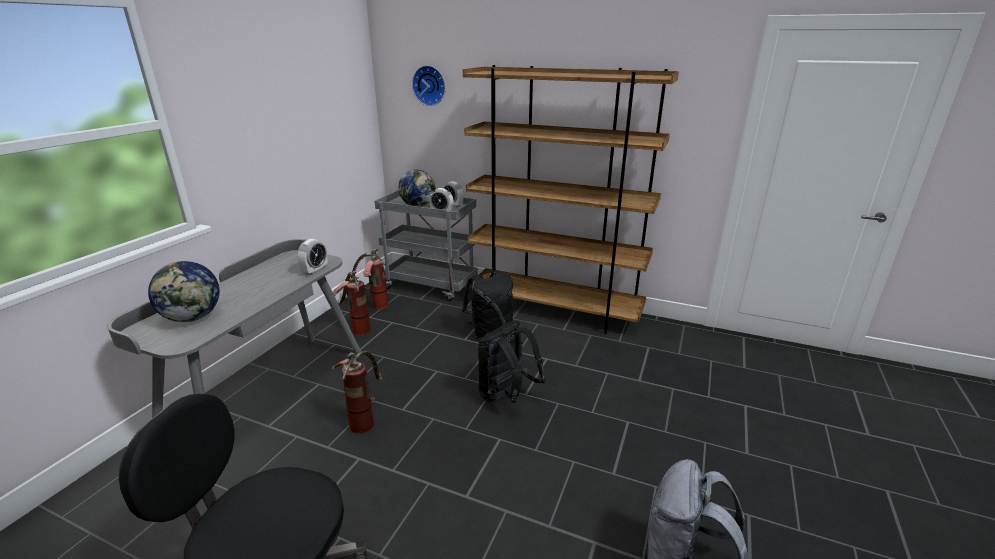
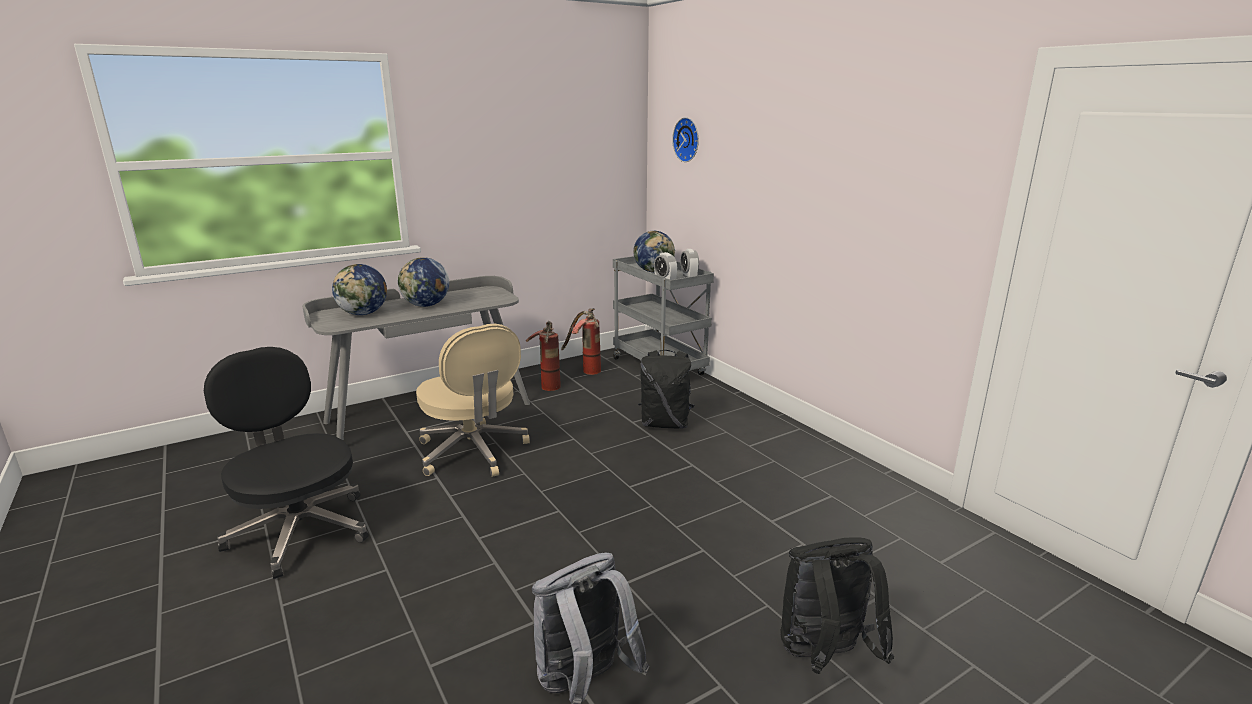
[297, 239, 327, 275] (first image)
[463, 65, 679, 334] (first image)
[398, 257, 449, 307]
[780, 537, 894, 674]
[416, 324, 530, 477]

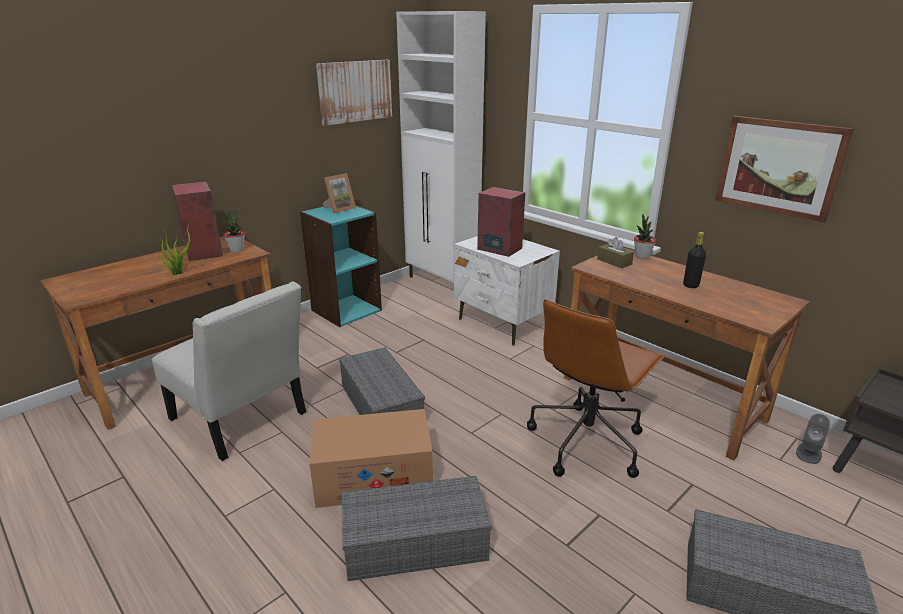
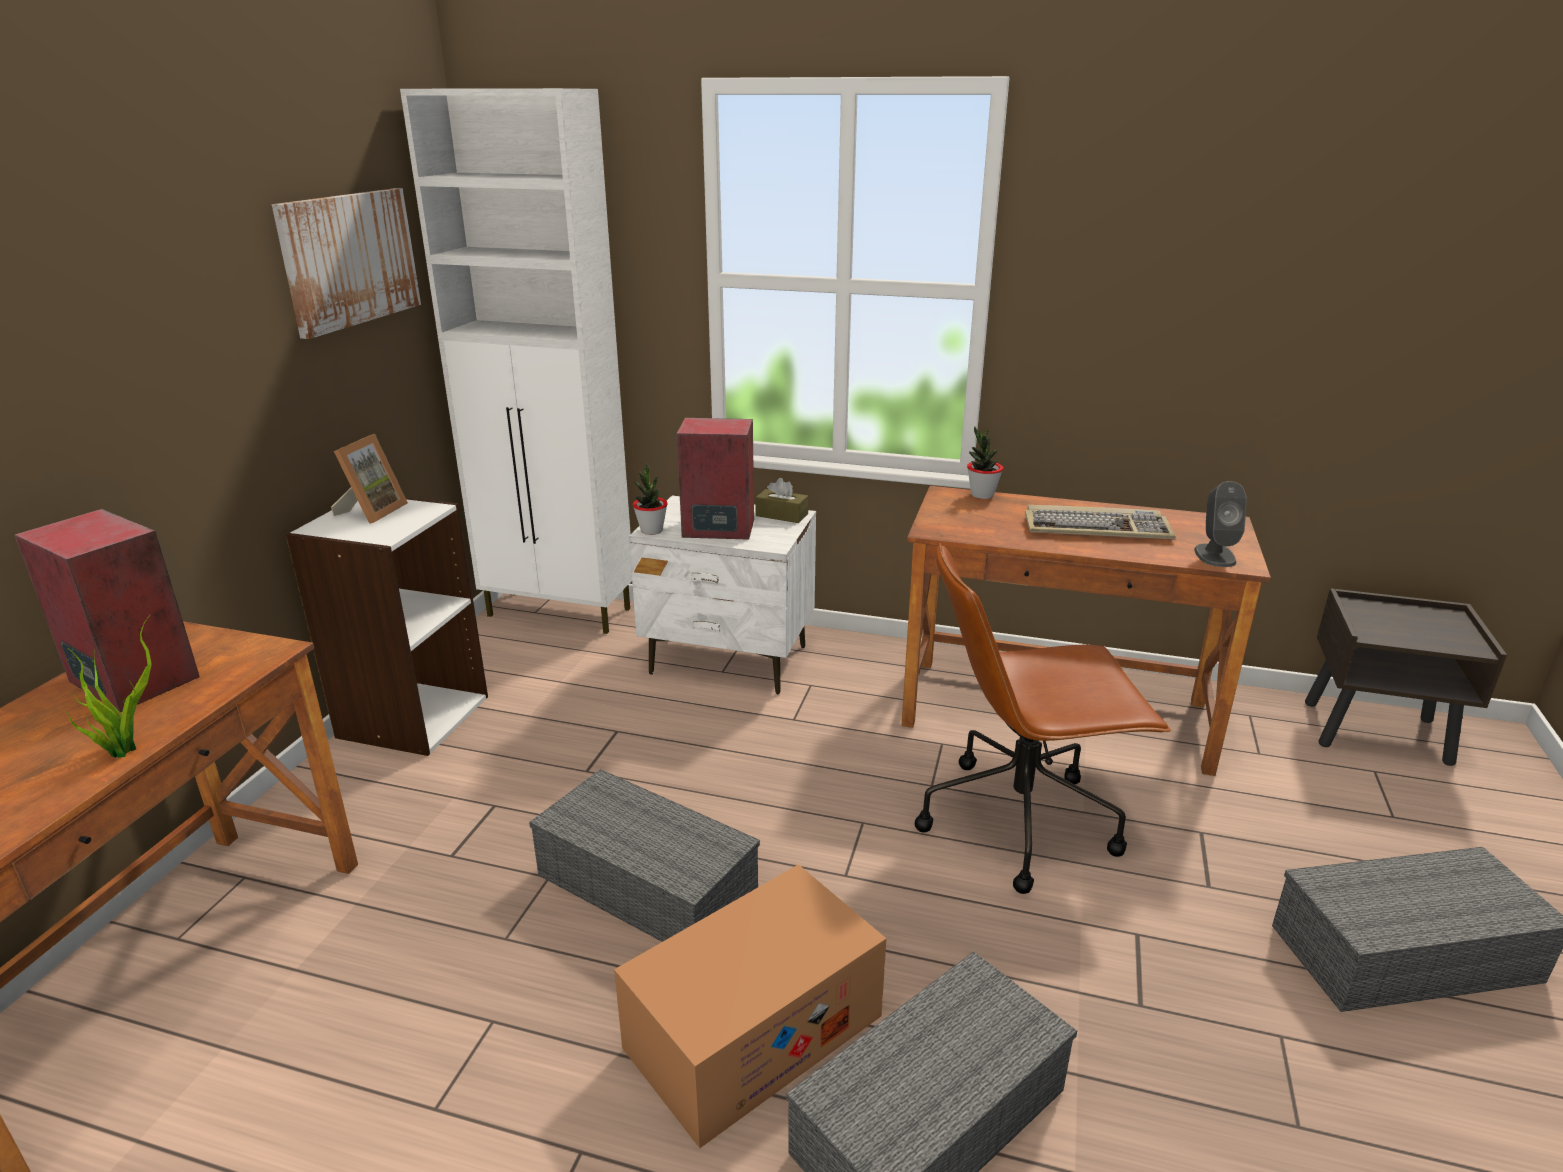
[152, 281, 306, 461] (first image)
[715, 116, 854, 223] (first image)
[633, 463, 668, 535]
[755, 478, 808, 523]
[1194, 481, 1247, 567]
[1025, 505, 1176, 539]
[286, 497, 488, 756]
[915, 543, 1171, 894]

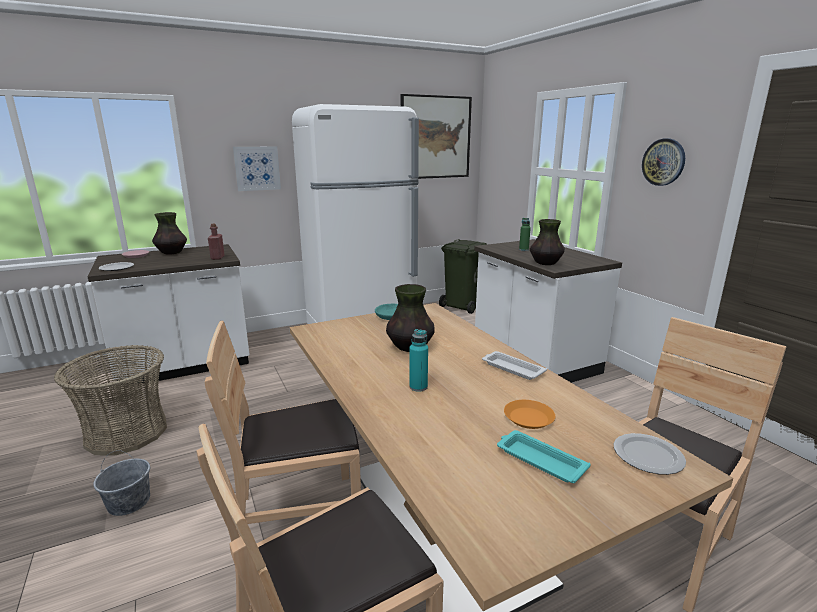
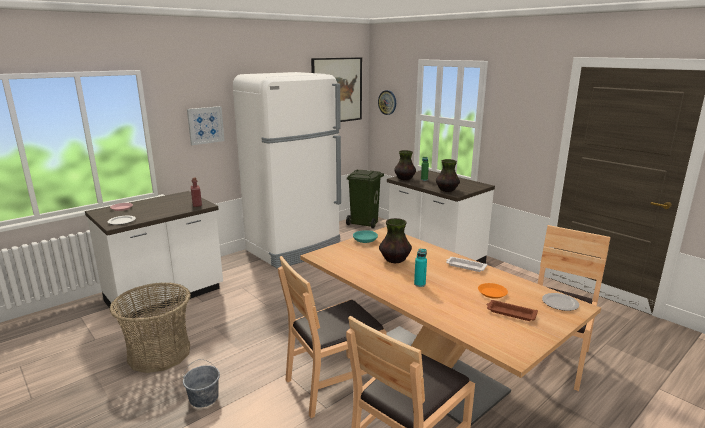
[394, 150, 416, 180]
[378, 90, 396, 115]
[487, 300, 538, 321]

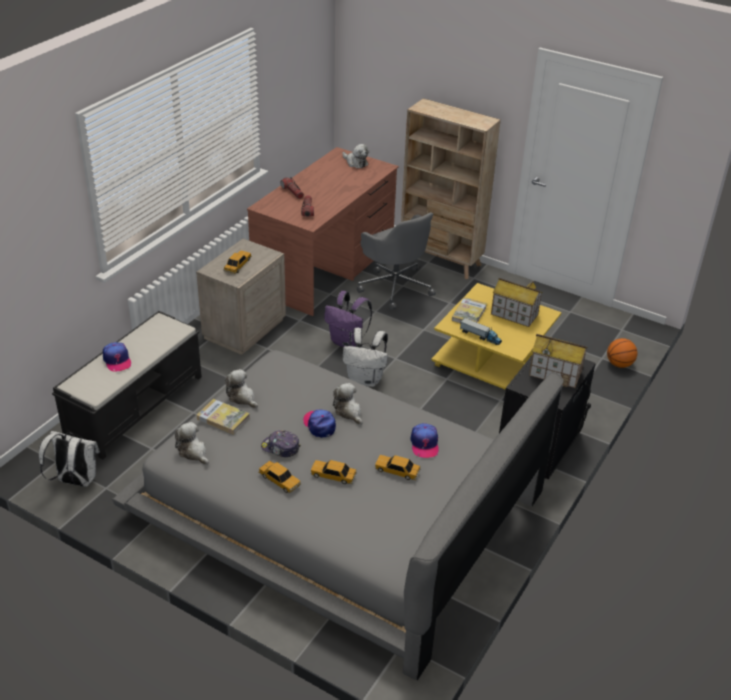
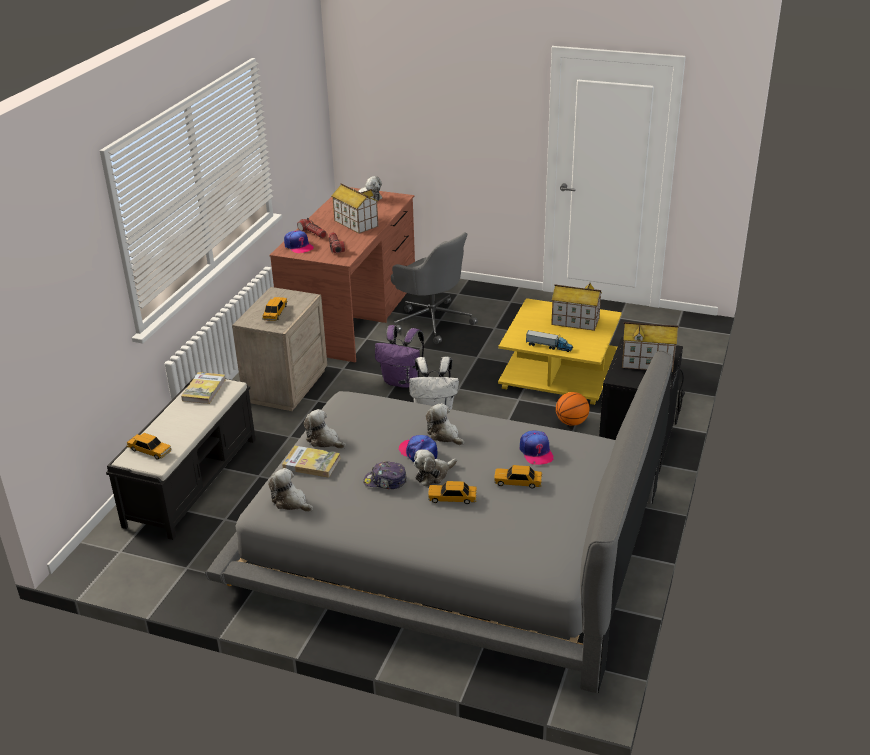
[39, 431, 100, 487] (first image)
[401, 98, 501, 279] (first image)
[332, 183, 378, 234]
[414, 449, 457, 486]
[284, 230, 314, 253]
[126, 433, 172, 460]
[181, 372, 226, 404]
[556, 392, 590, 426]

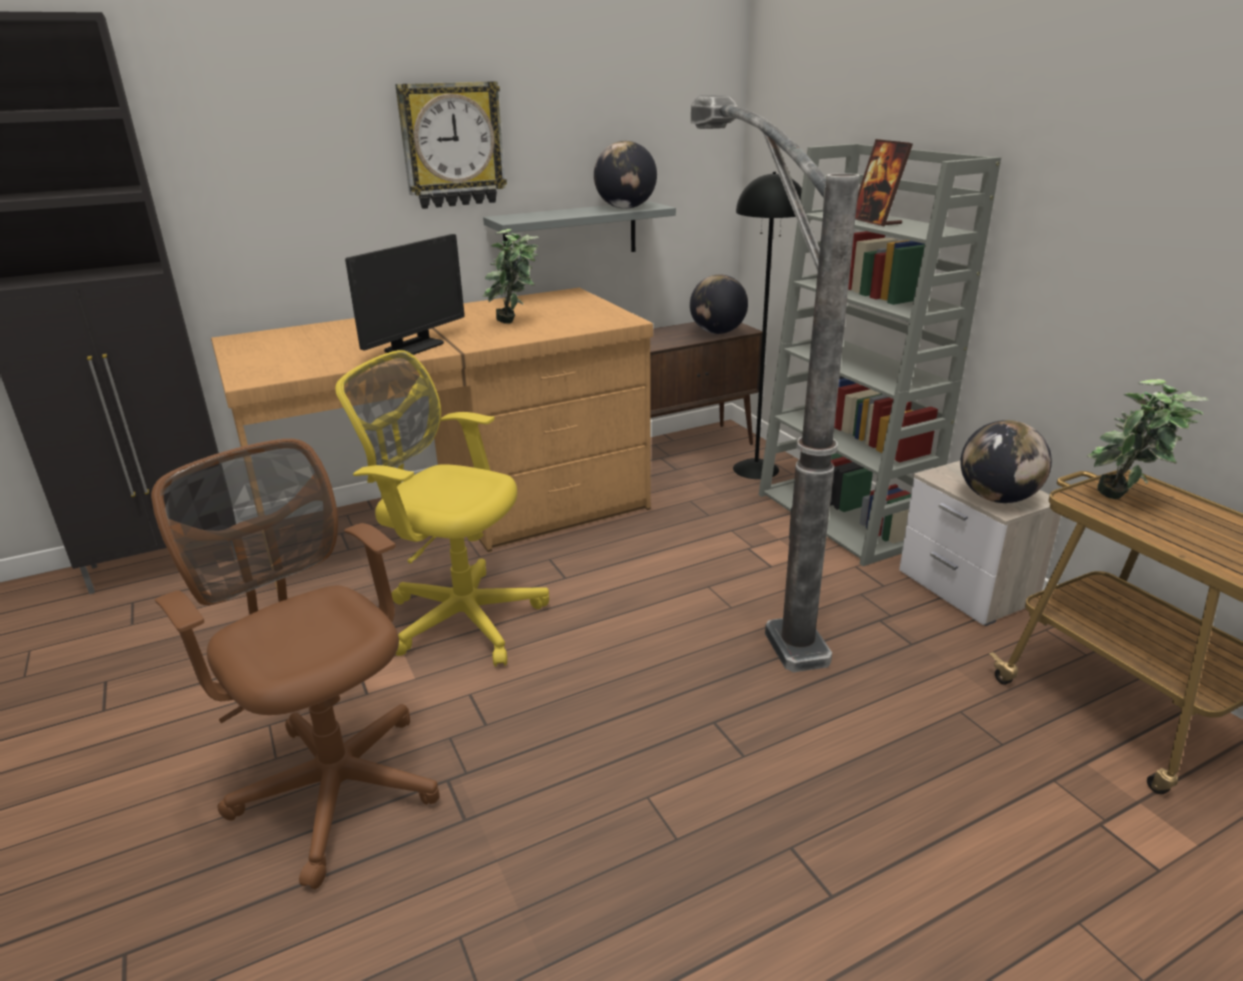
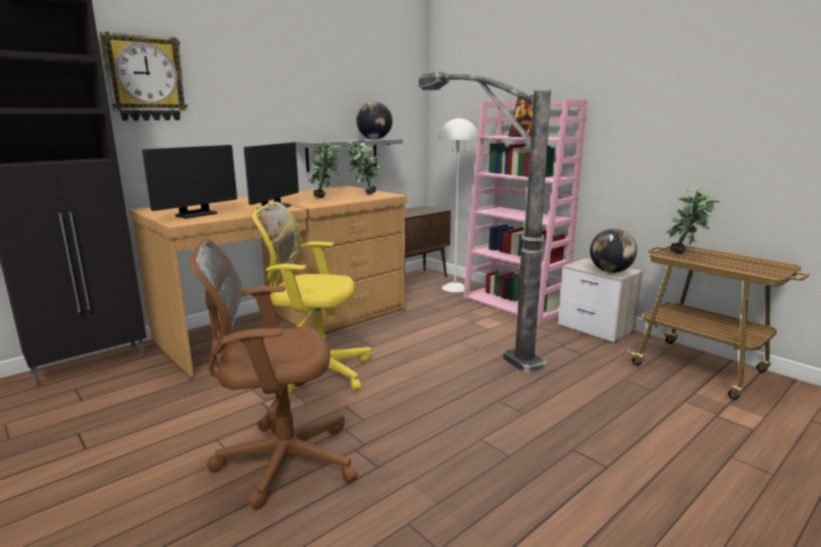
[690, 275, 748, 334] (first image)
[142, 145, 237, 219]
[346, 140, 381, 194]
[100, 32, 188, 121]
[439, 117, 478, 292]
[463, 99, 587, 324]
[189, 239, 358, 510]

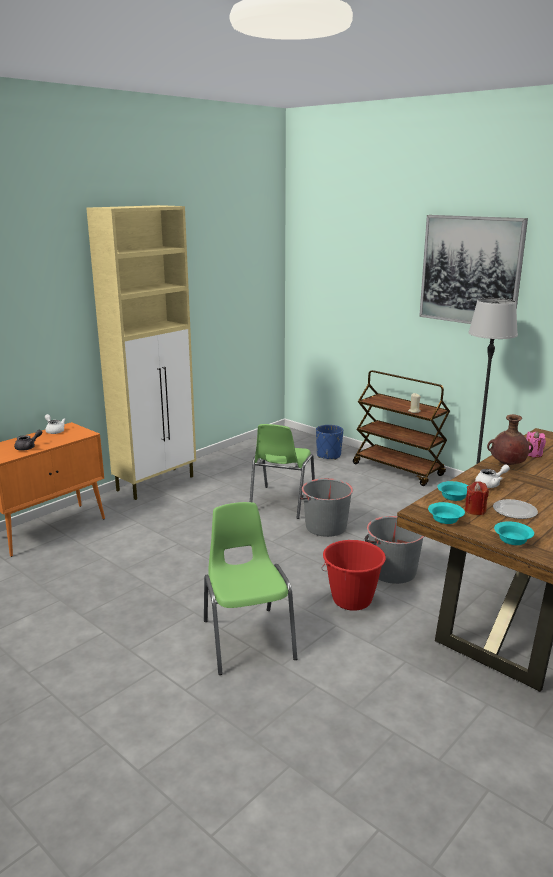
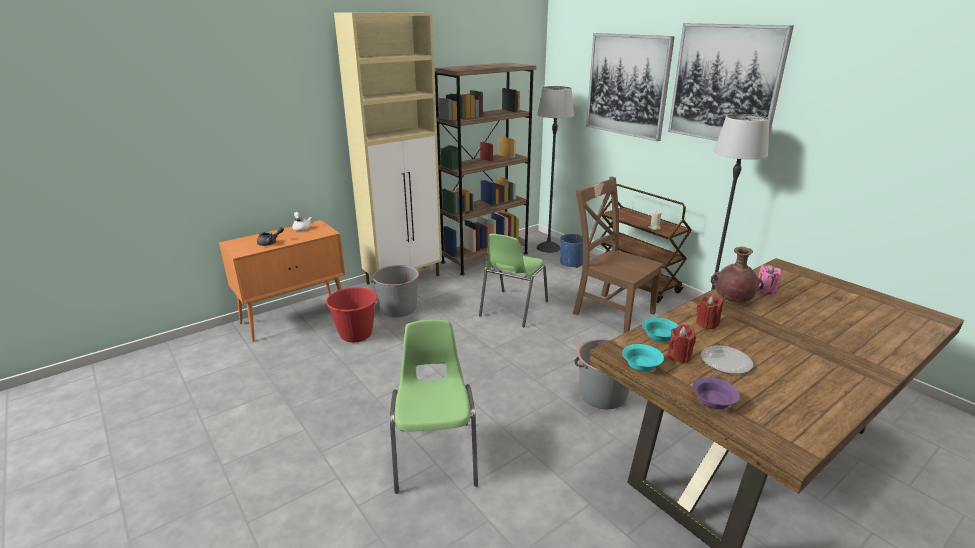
[434, 63, 536, 275]
[537, 86, 574, 253]
[573, 177, 664, 333]
[586, 33, 675, 141]
[370, 265, 419, 317]
[325, 287, 379, 342]
[696, 296, 723, 329]
[692, 377, 740, 409]

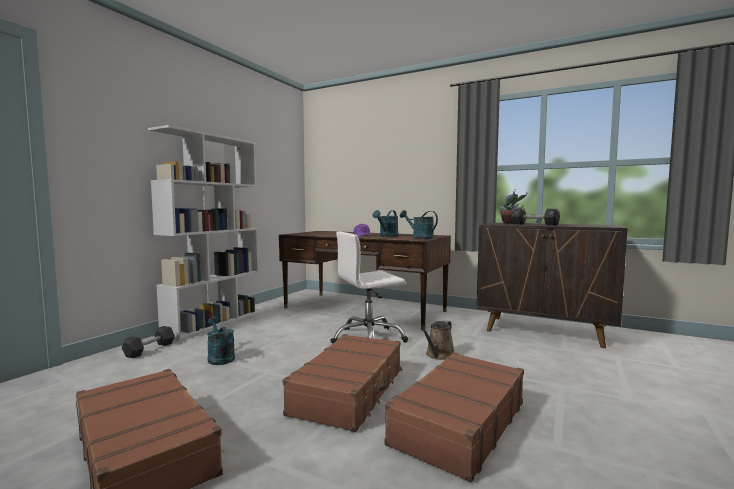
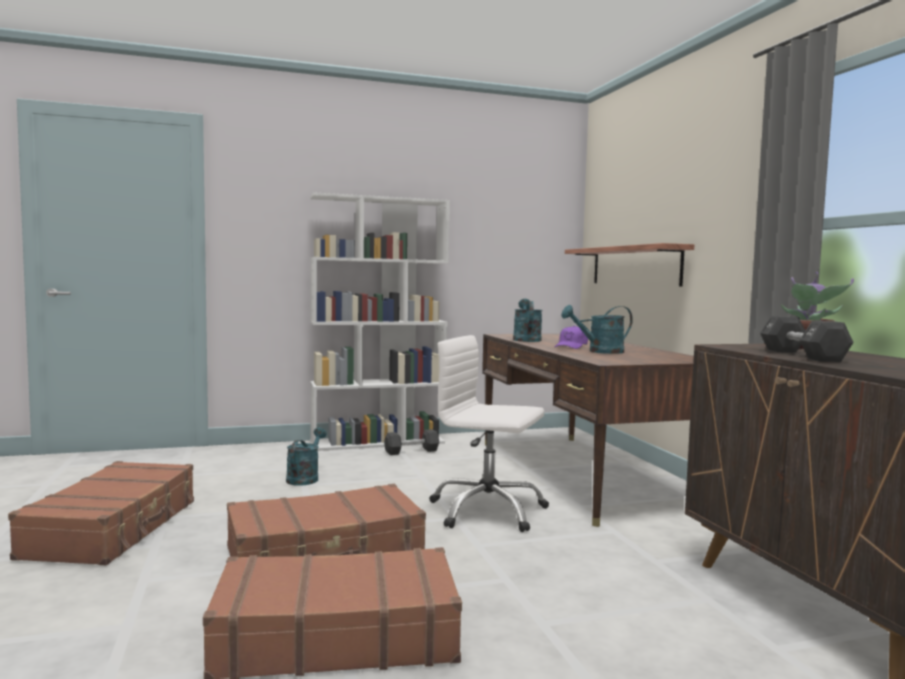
[421, 320, 455, 360] (first image)
[565, 243, 694, 287]
[384, 429, 439, 455]
[513, 299, 542, 342]

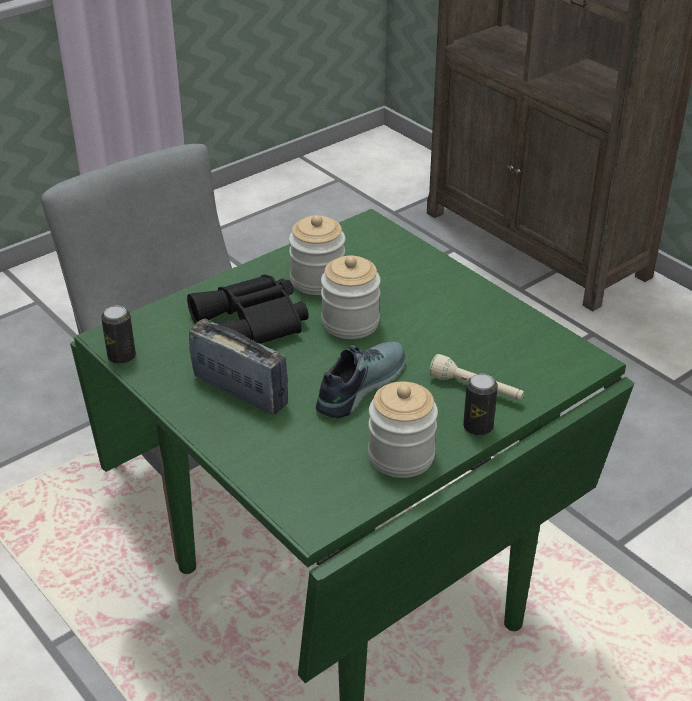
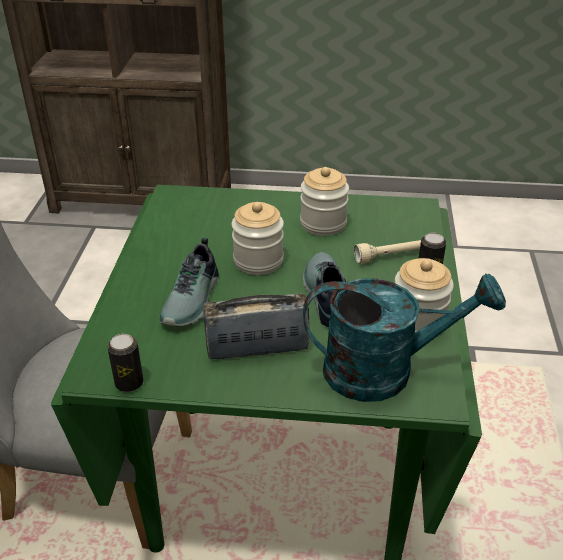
[303, 273, 506, 402]
[300, 167, 349, 236]
[159, 237, 219, 326]

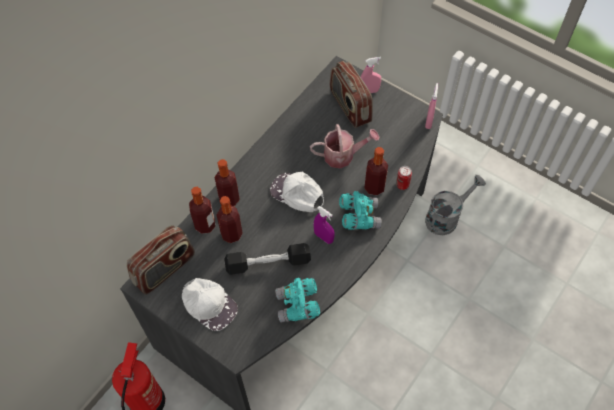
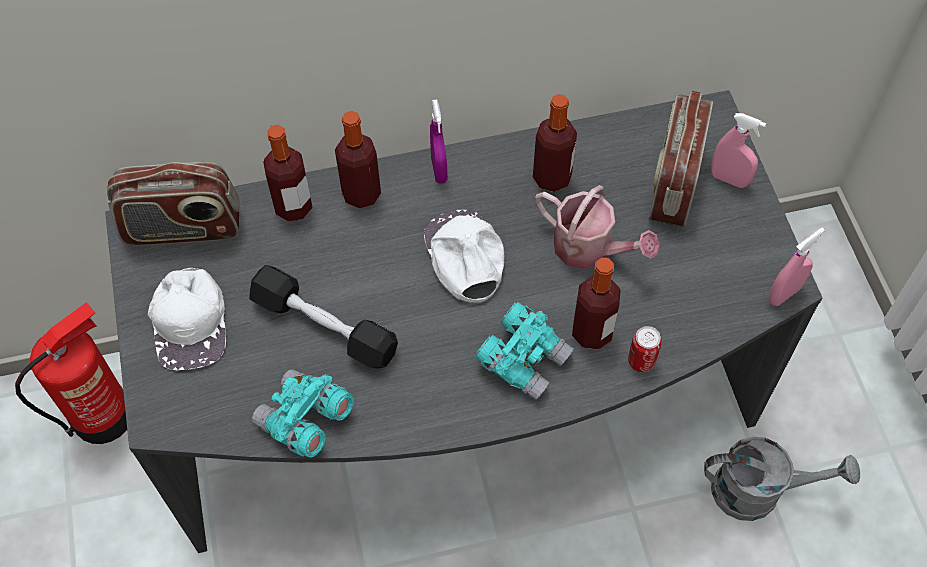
[533, 94, 577, 192]
[430, 99, 448, 184]

